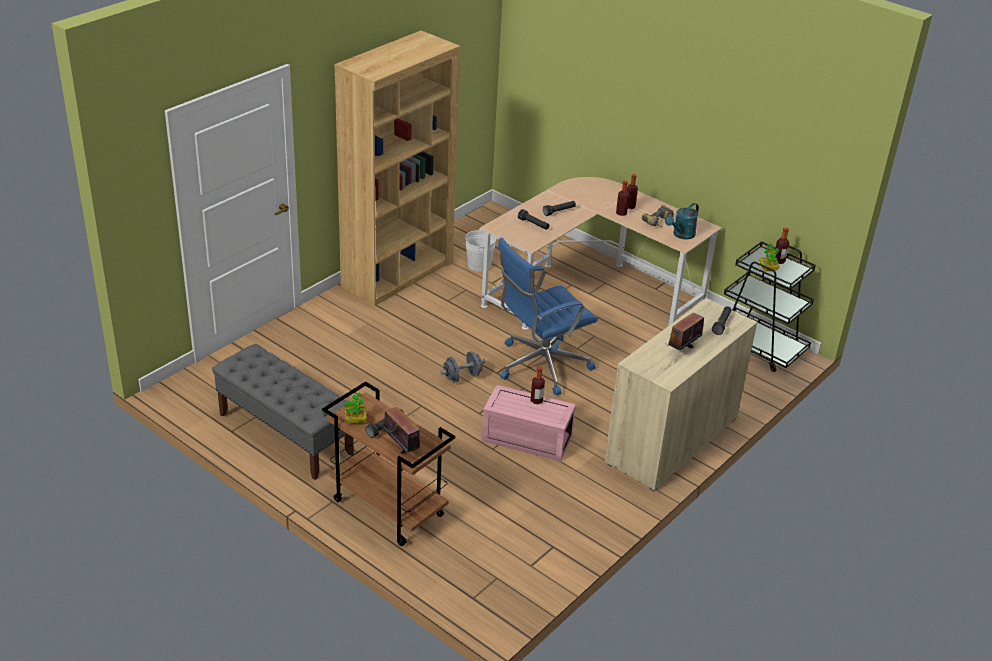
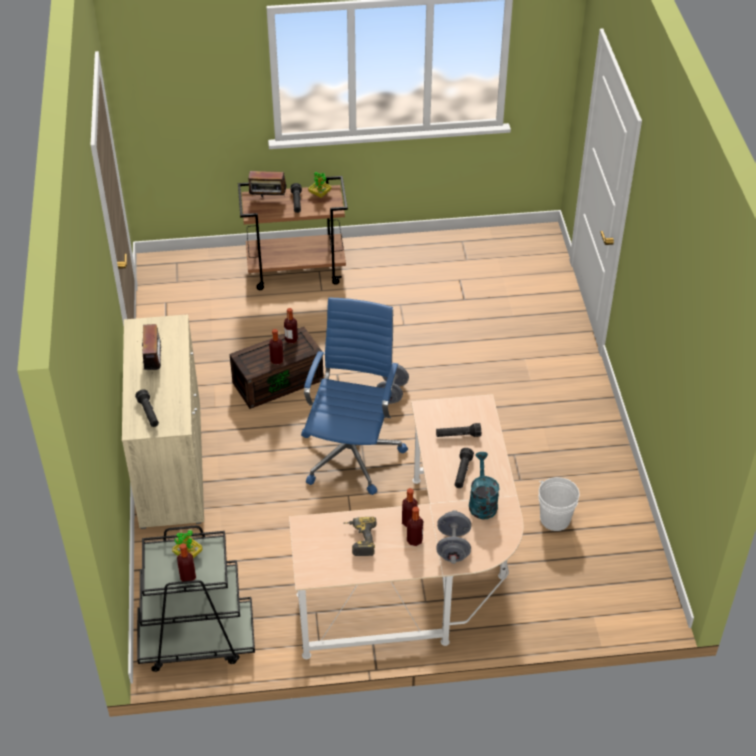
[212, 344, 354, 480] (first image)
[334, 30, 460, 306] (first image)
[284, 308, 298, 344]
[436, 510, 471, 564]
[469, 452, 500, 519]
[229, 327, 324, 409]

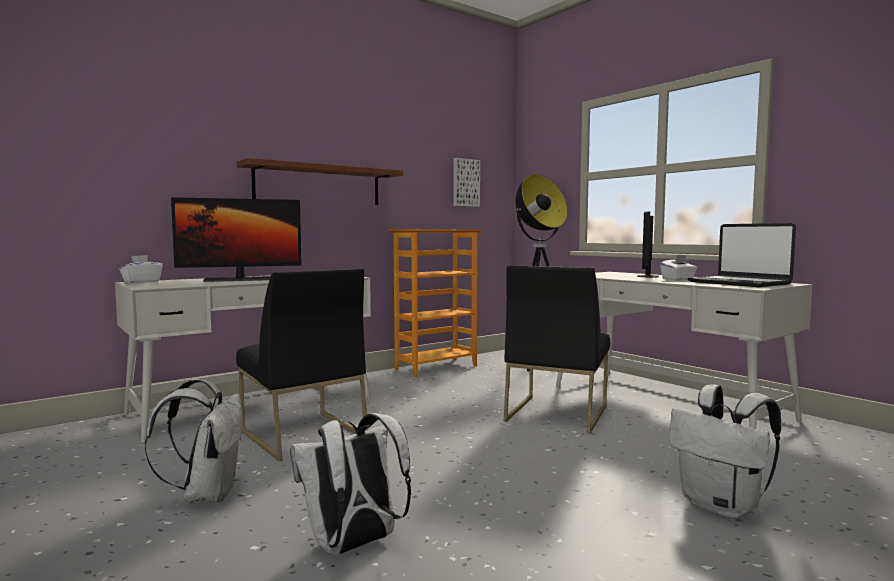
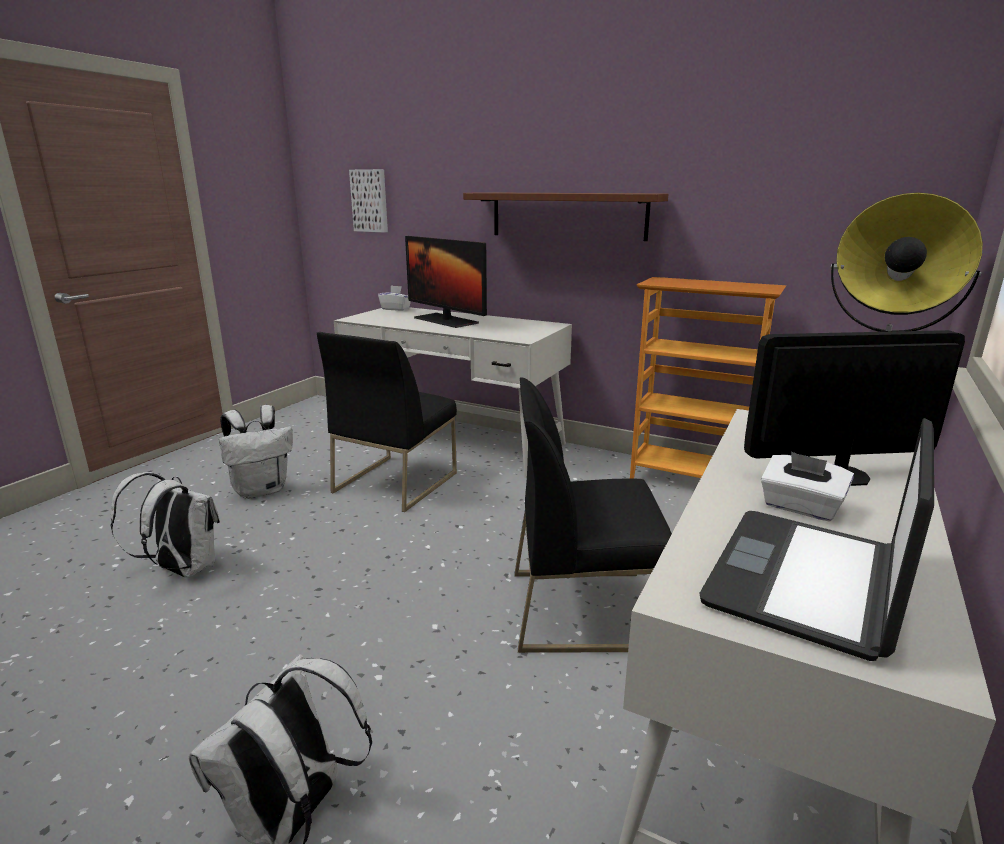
[349, 169, 388, 233]

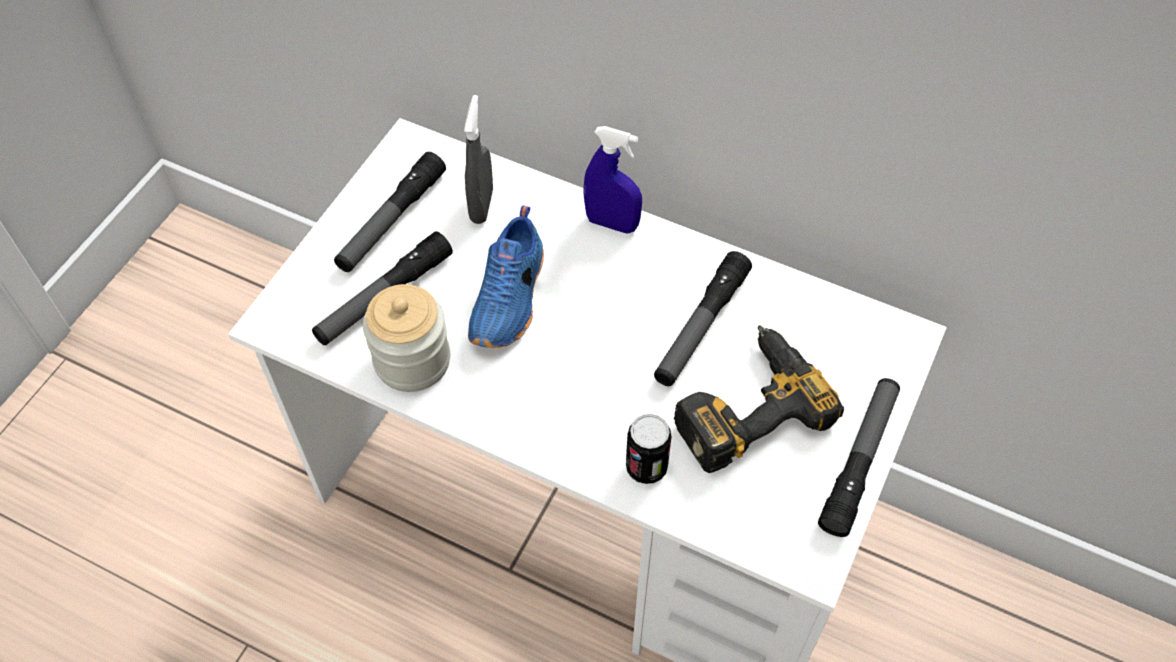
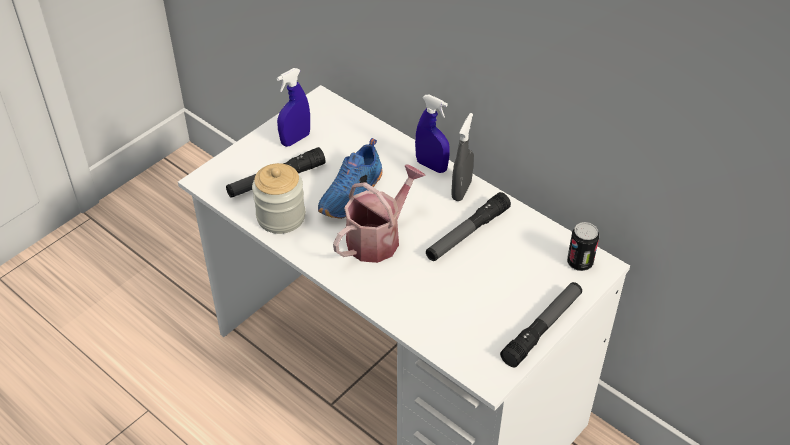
[674, 325, 844, 473] (first image)
[333, 164, 426, 263]
[451, 113, 474, 201]
[567, 222, 599, 271]
[277, 68, 310, 147]

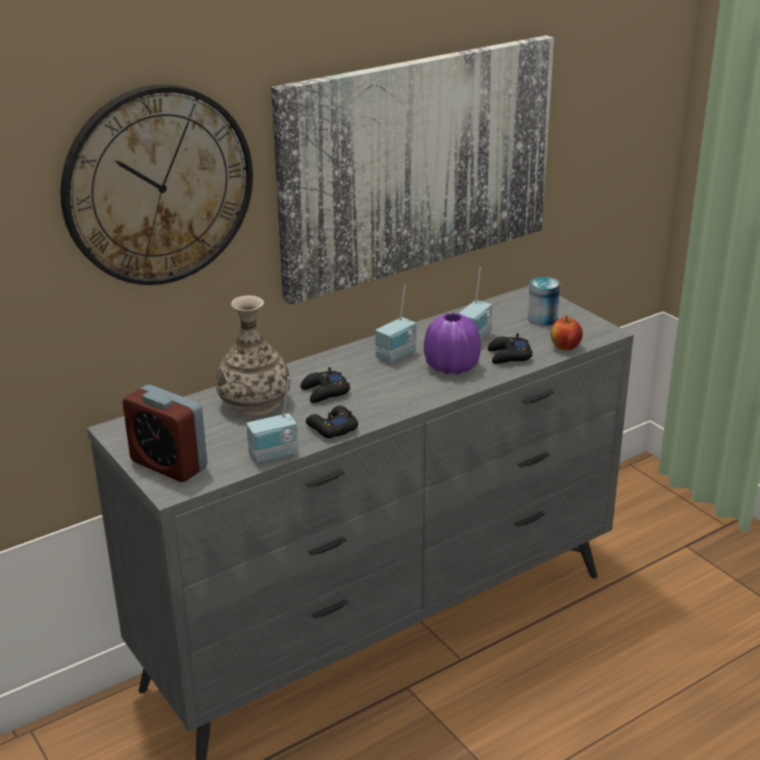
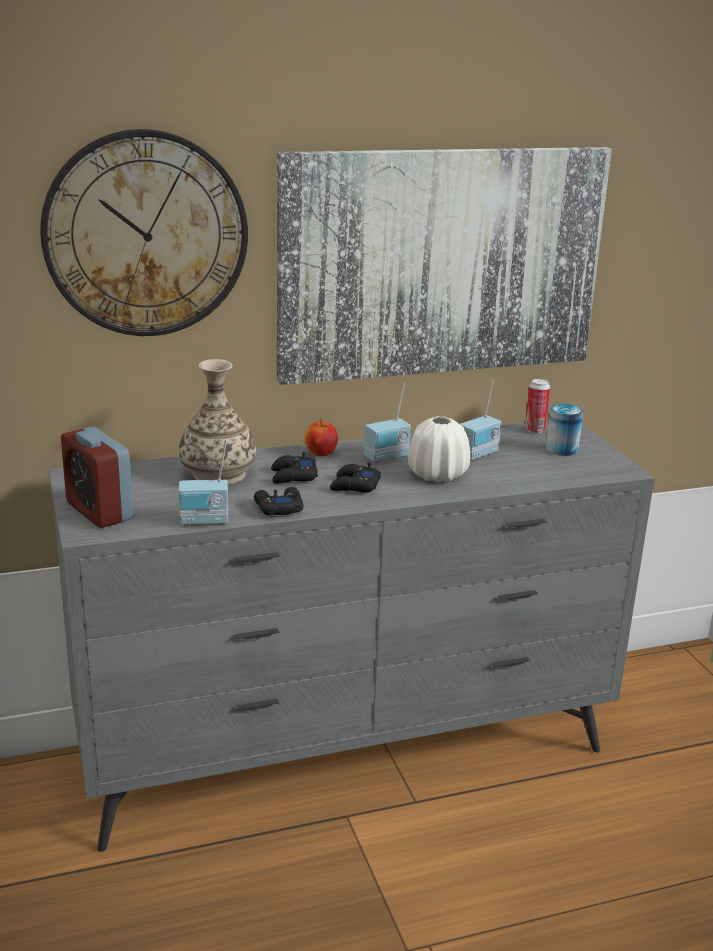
[525, 379, 550, 433]
[330, 463, 381, 493]
[304, 419, 338, 457]
[408, 416, 470, 483]

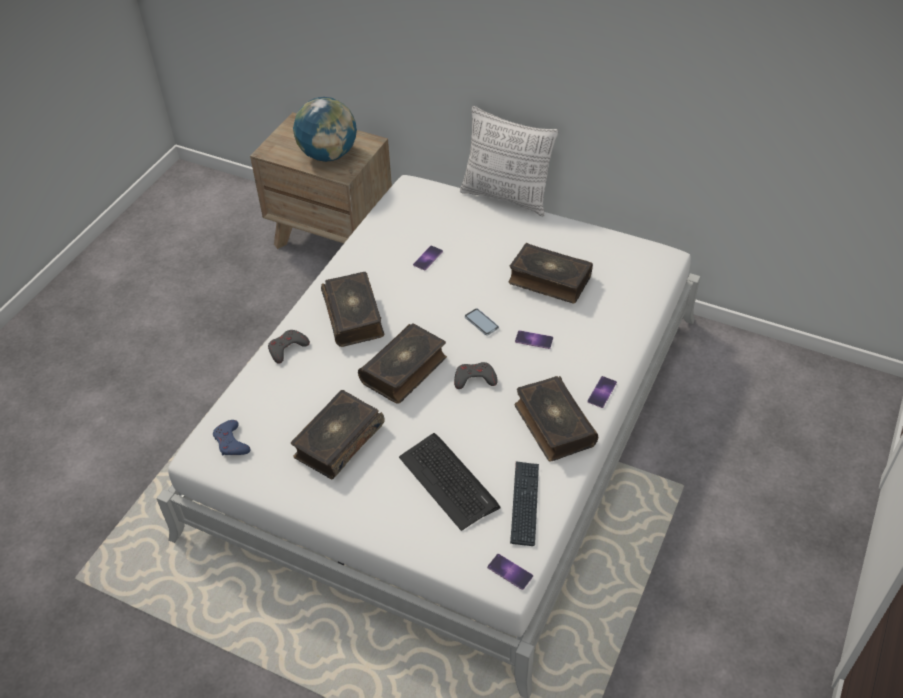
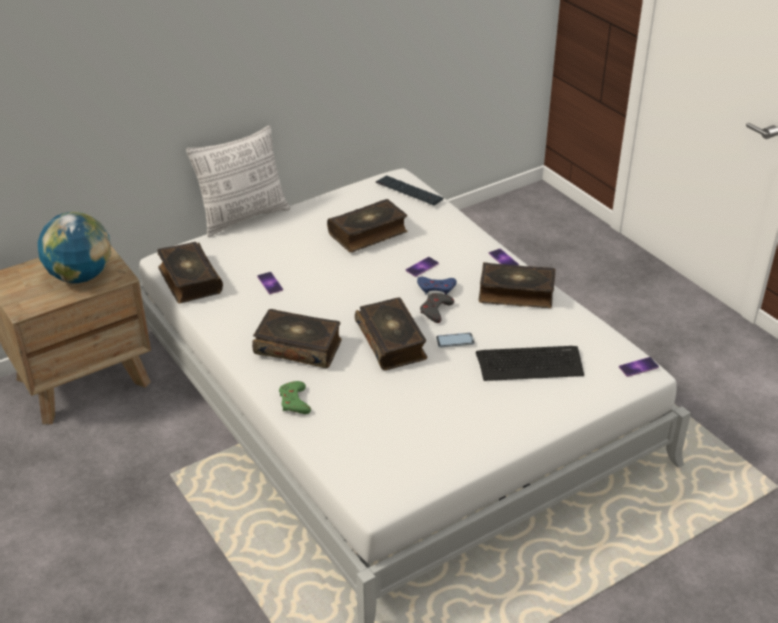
[417, 277, 457, 295]
[157, 242, 223, 303]
[436, 333, 474, 348]
[376, 176, 443, 205]
[279, 381, 311, 414]

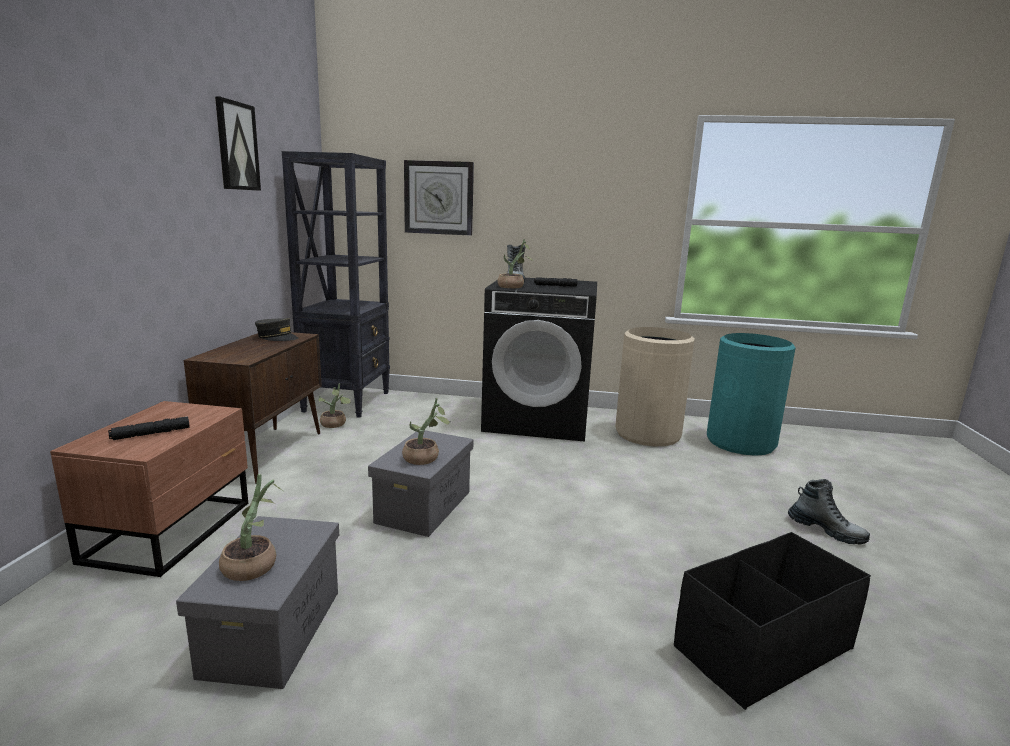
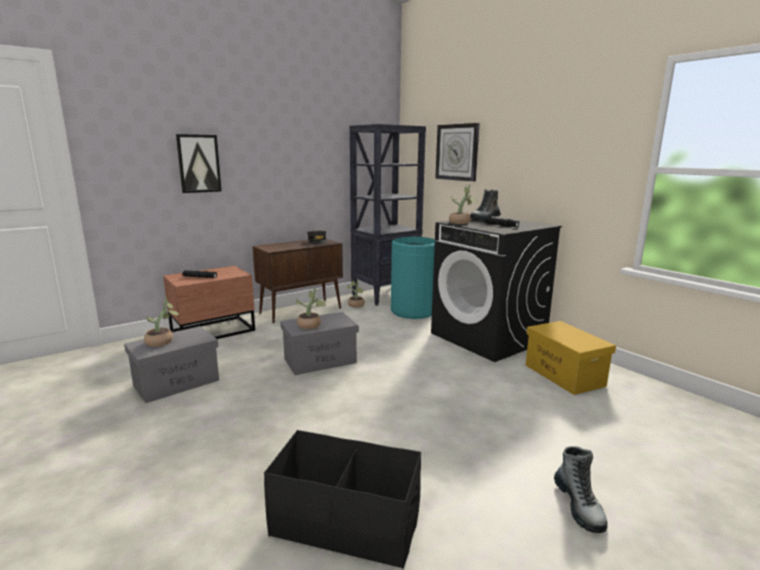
[176, 134, 222, 193]
[391, 237, 436, 319]
[526, 321, 616, 395]

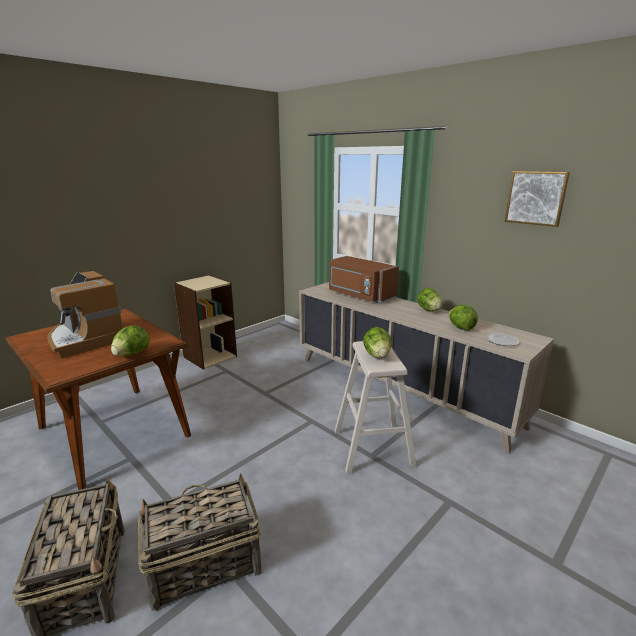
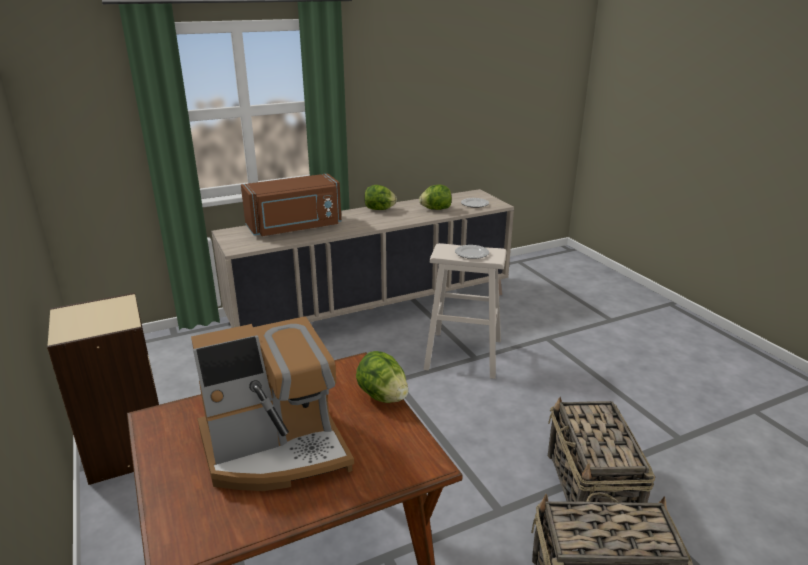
[505, 171, 570, 227] (first image)
[455, 245, 489, 259]

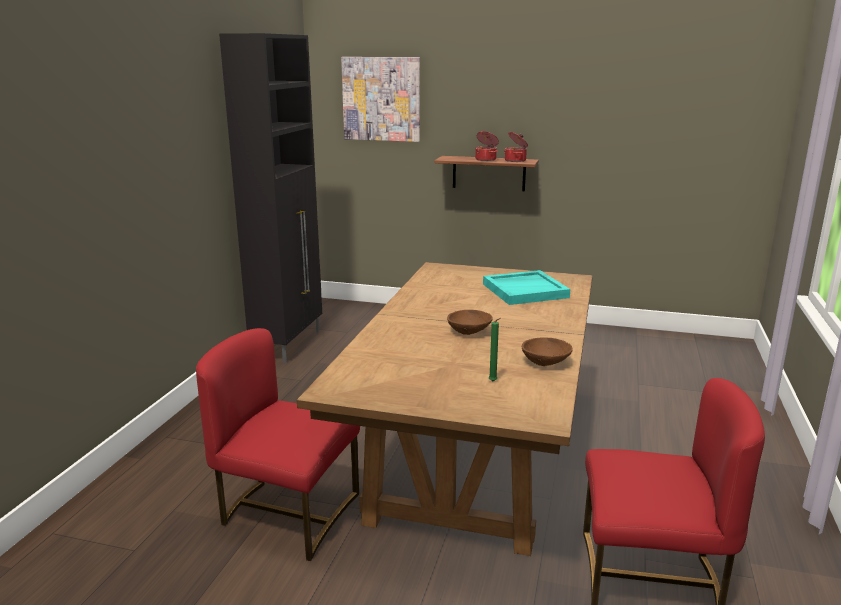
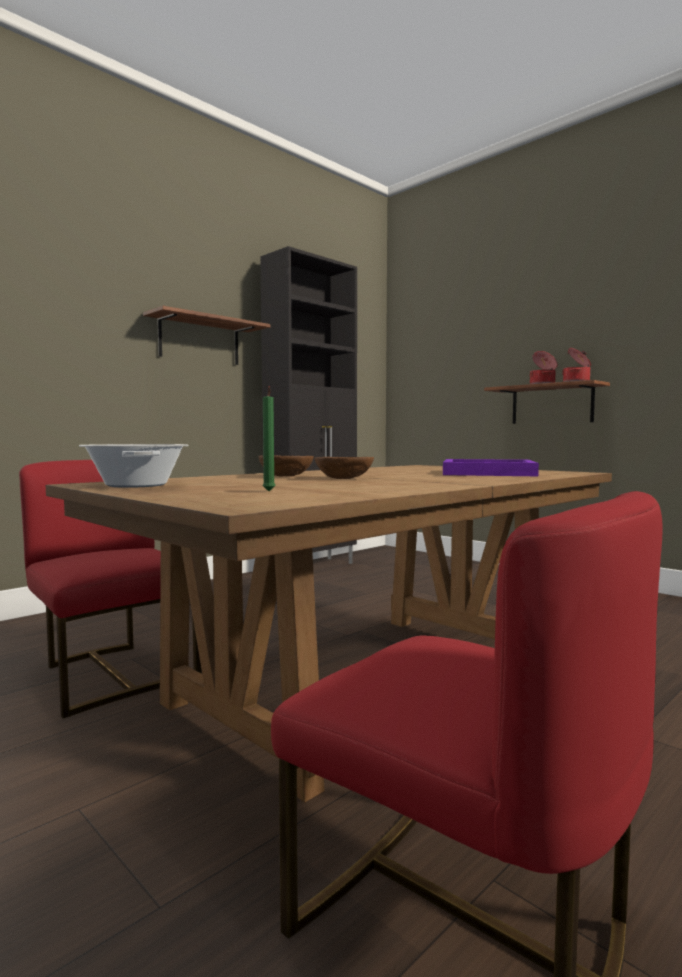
[341, 57, 420, 142] (first image)
[79, 444, 188, 488]
[143, 306, 271, 365]
[259, 455, 314, 476]
[443, 459, 539, 476]

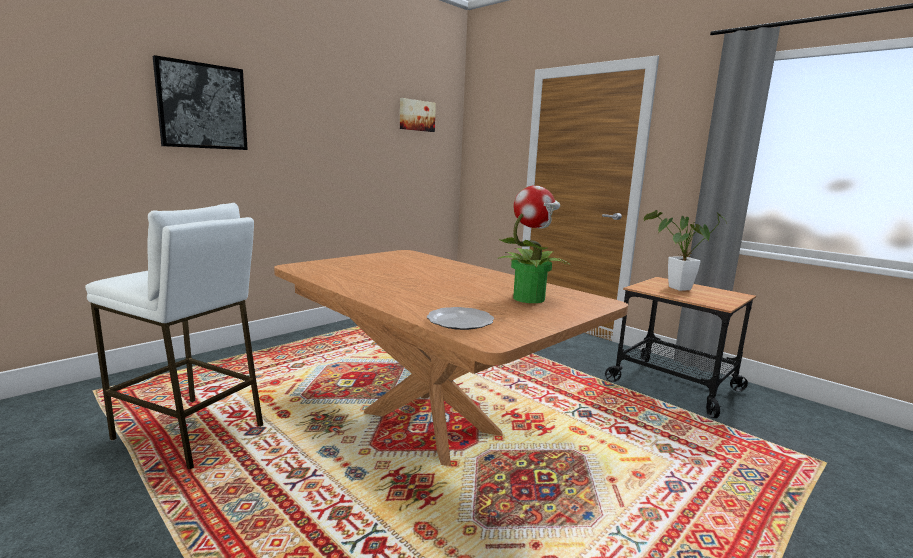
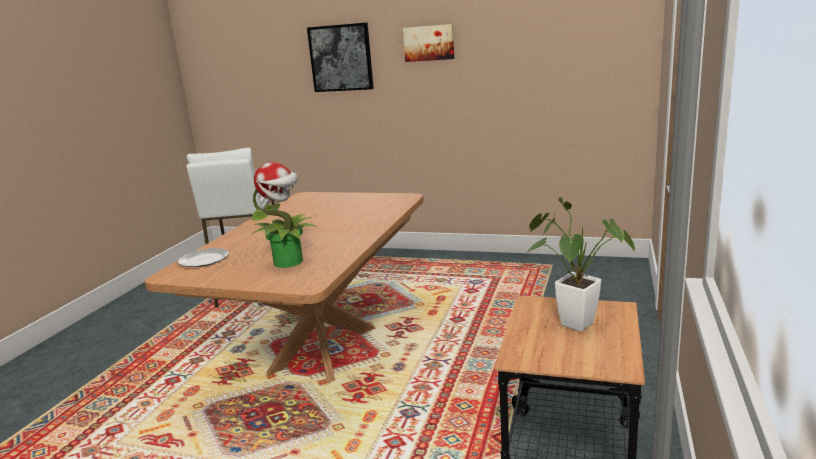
[403, 24, 454, 62]

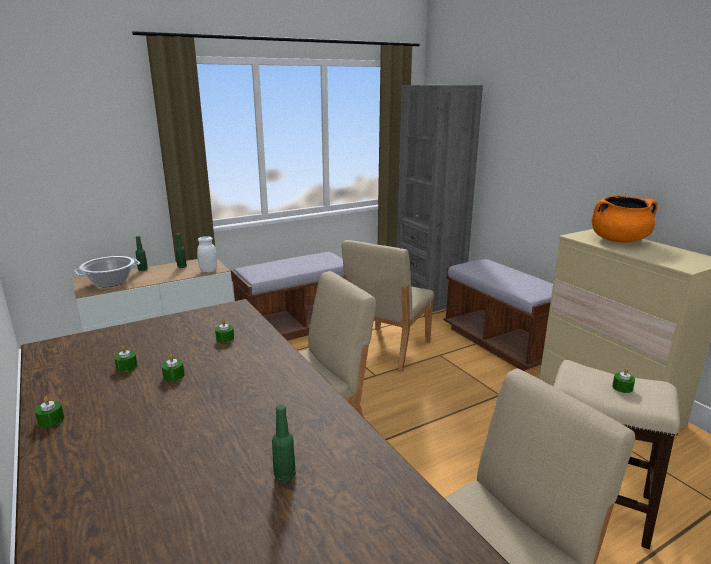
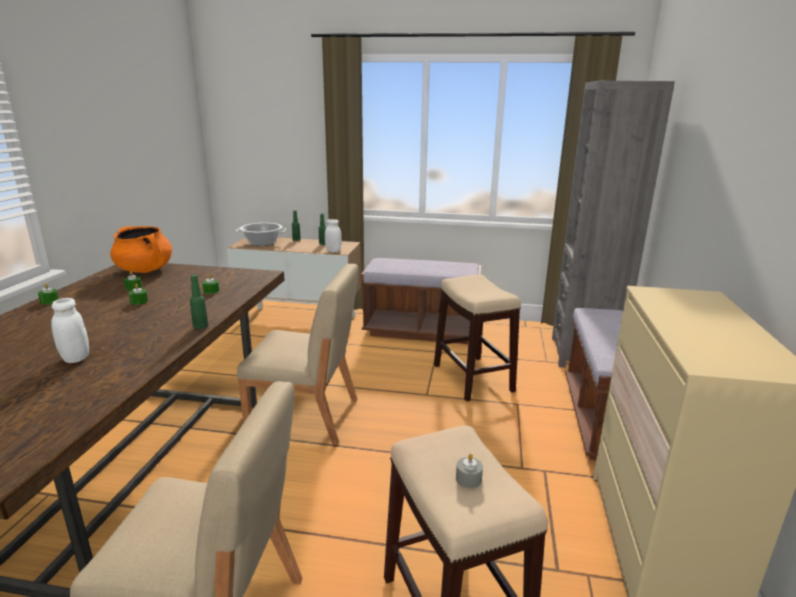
[51, 298, 89, 363]
[190, 275, 208, 329]
[110, 226, 172, 273]
[434, 275, 521, 402]
[456, 454, 483, 489]

